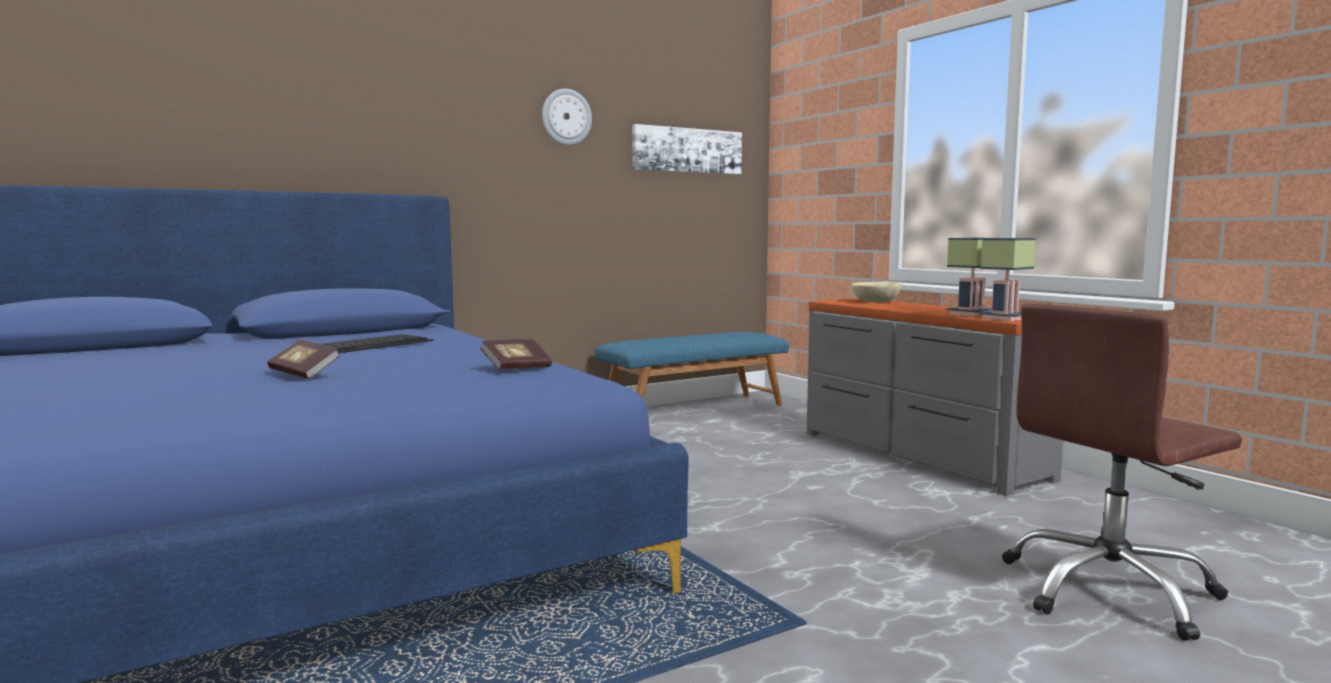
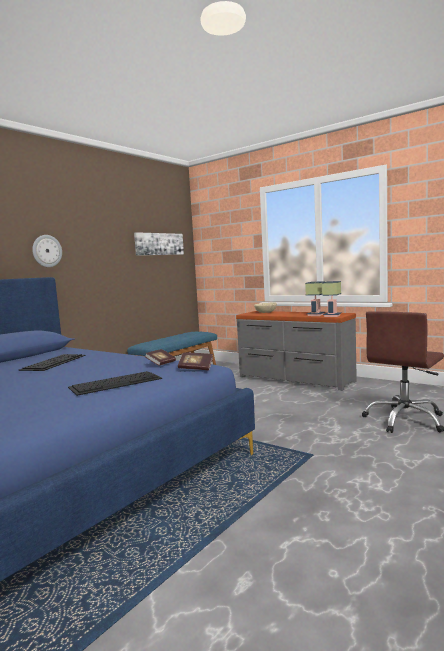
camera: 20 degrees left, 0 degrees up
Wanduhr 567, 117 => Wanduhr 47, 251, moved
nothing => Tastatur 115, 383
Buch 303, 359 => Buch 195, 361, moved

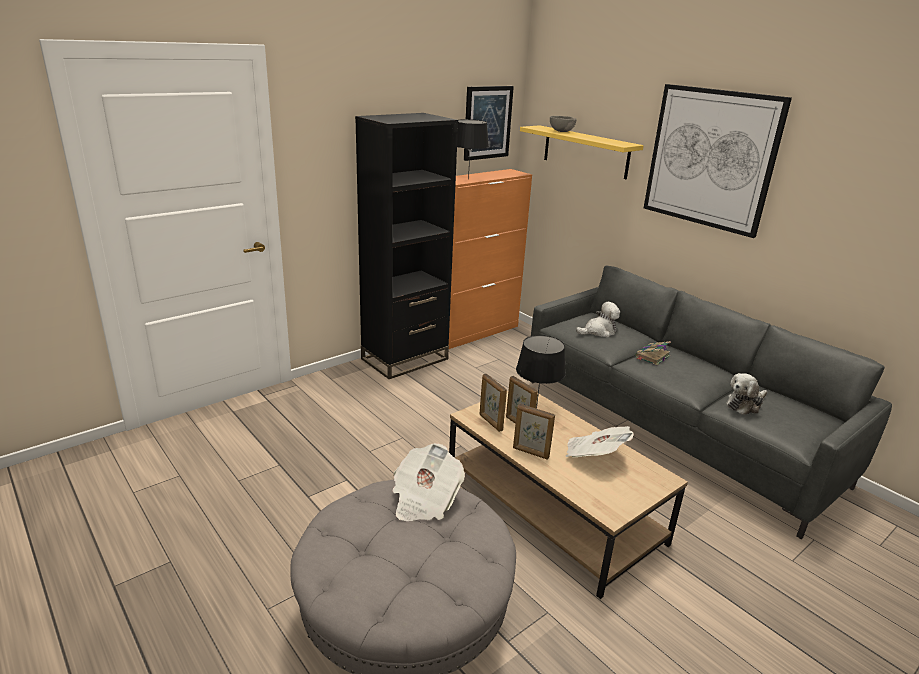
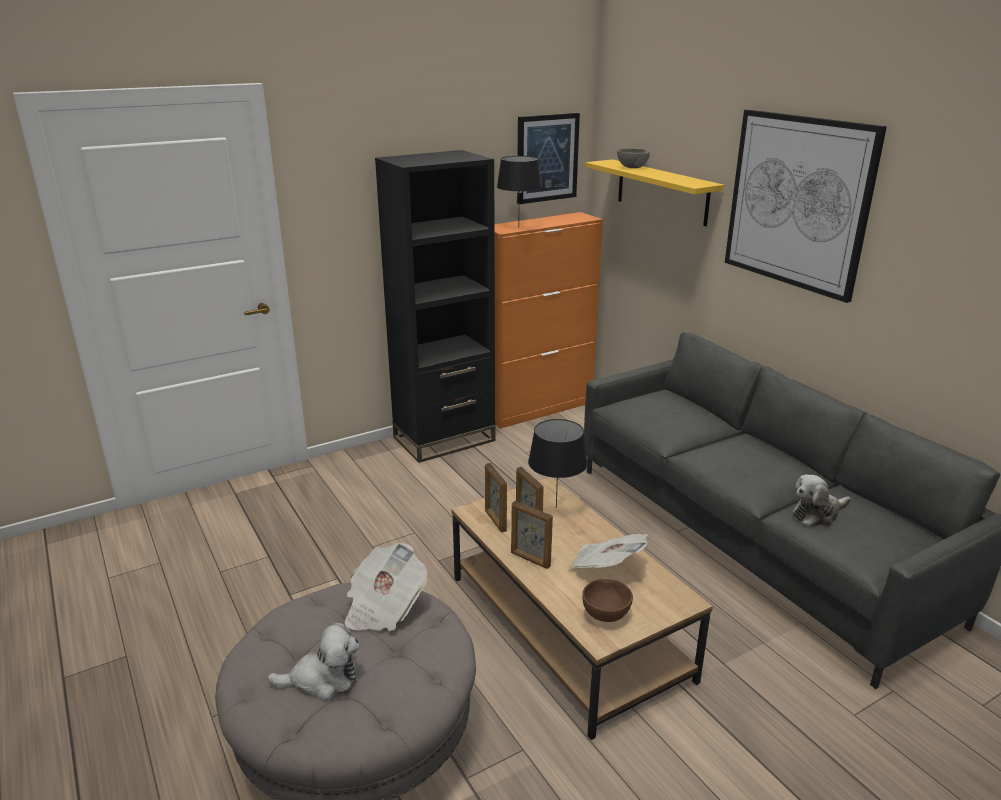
camera: 10 degrees right, 0 degrees up
Plüschtier 598, 320 => Plüschtier 313, 661, moved
nothing => Schüssel [braun] 607, 600
Buch 653, 353 => nothing

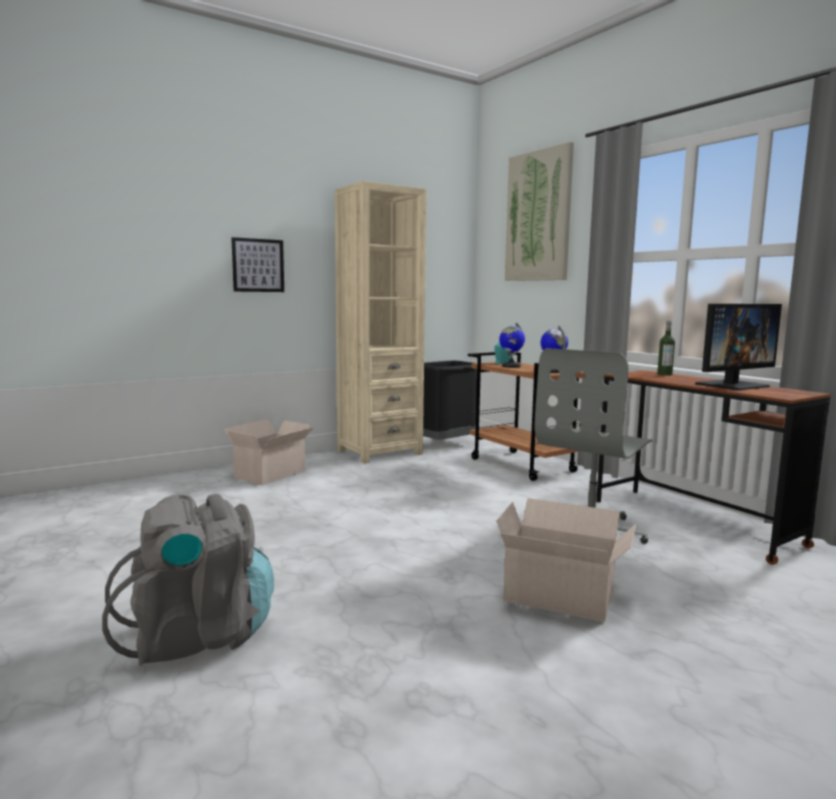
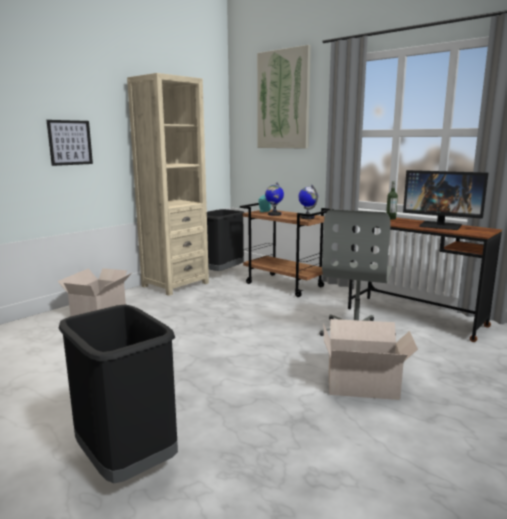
camera: 15 degrees left, 5 degrees up
Rucksack [grau] 188, 580 => Mülleimer [schwarz] 118, 393
Monitor 738, 347 => Monitor 446, 200, 75 degrees clockwise

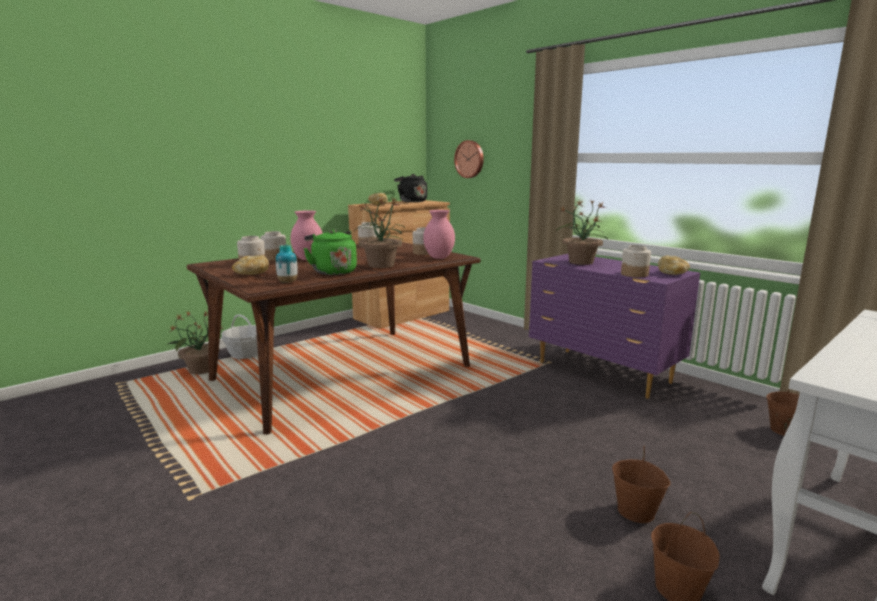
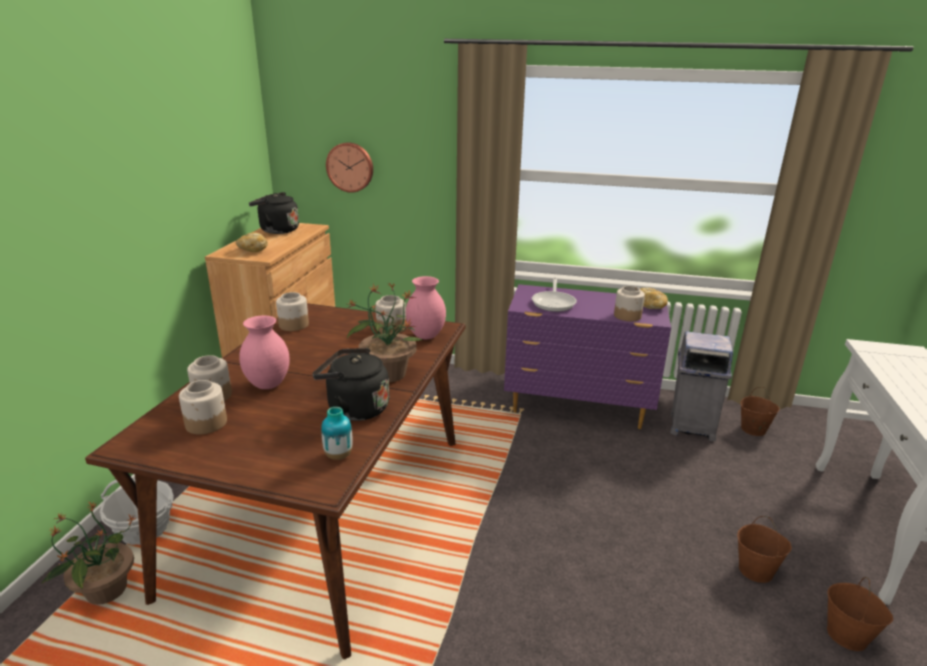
camera: 35 degrees left, 10 degrees up
Wasserkessel [grün] 330, 252 => Wasserkessel [schwarz] 350, 384
Topfpflanze 582, 232 => Pfanne 554, 294
nothing => Mülleimer [grau] 701, 386
Brot 250, 265 => nothing

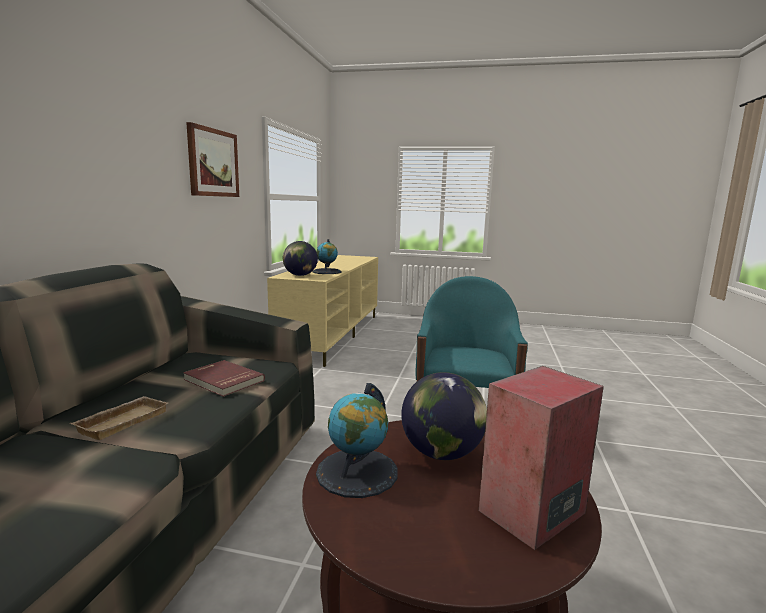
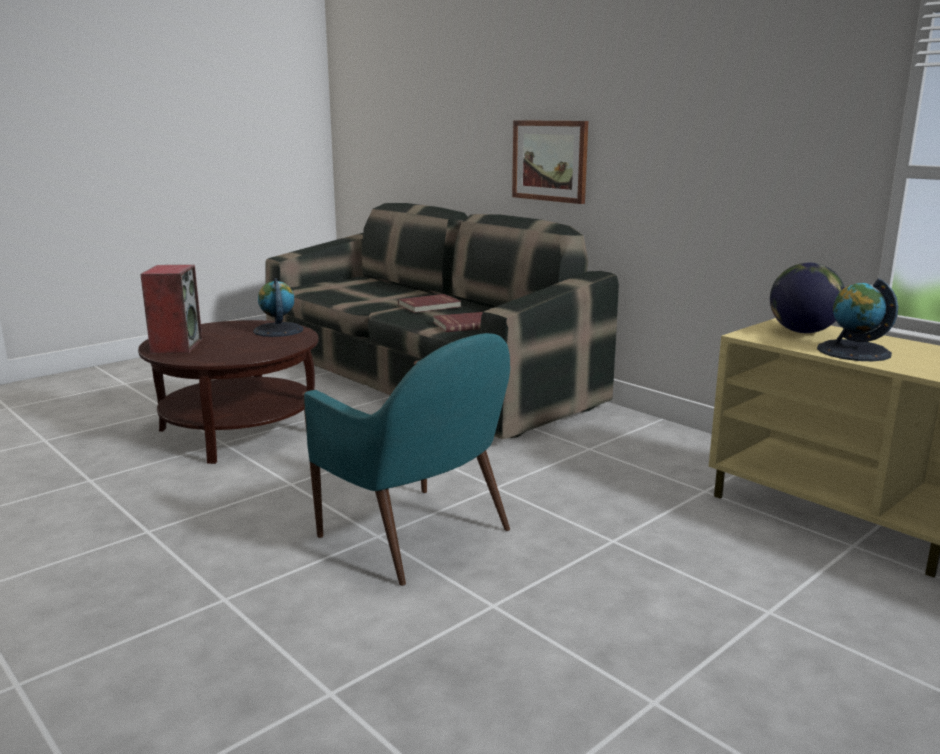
camera: 125 degrees right, 5 degrees up
Tablett [beige] 119, 418 => Buch [rot] 429, 303
Bild 212, 159 => Bild 550, 162, moved
Globus 444, 416 => nothing

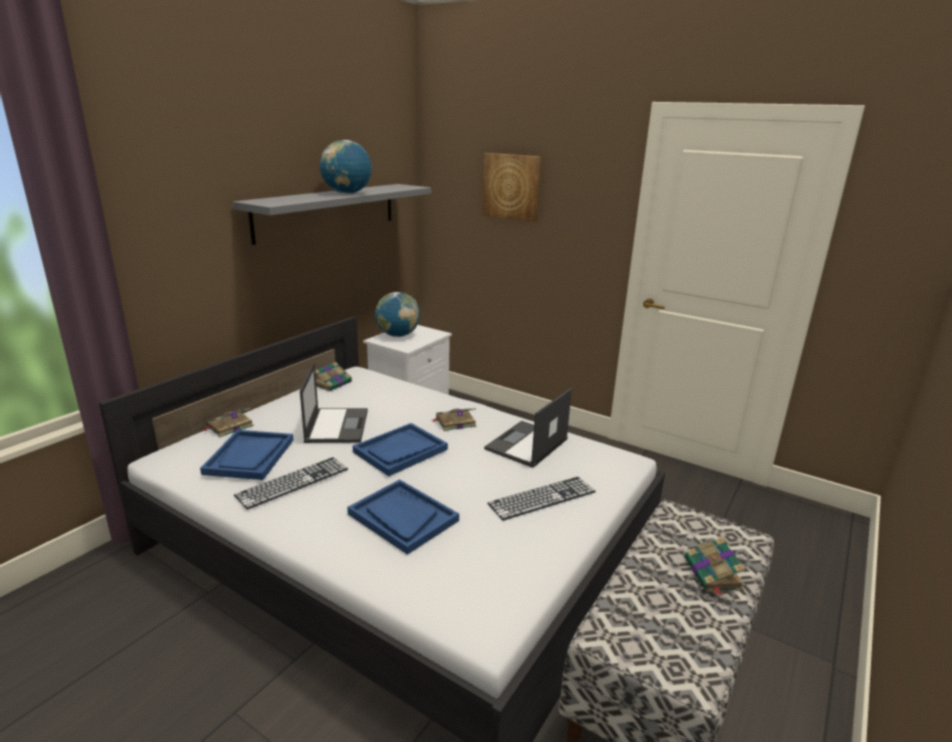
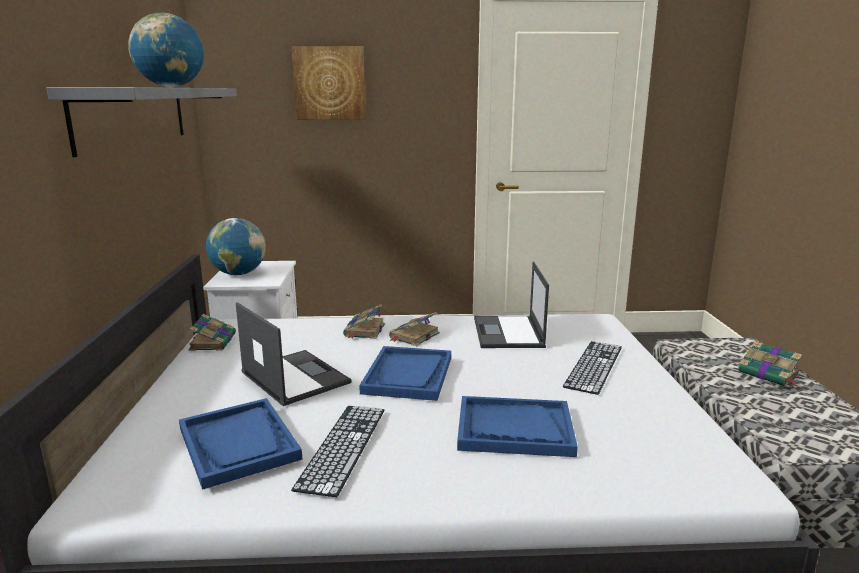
camera: 35 degrees left, 5 degrees down
Buch 229, 422 => Buch 364, 321, moved

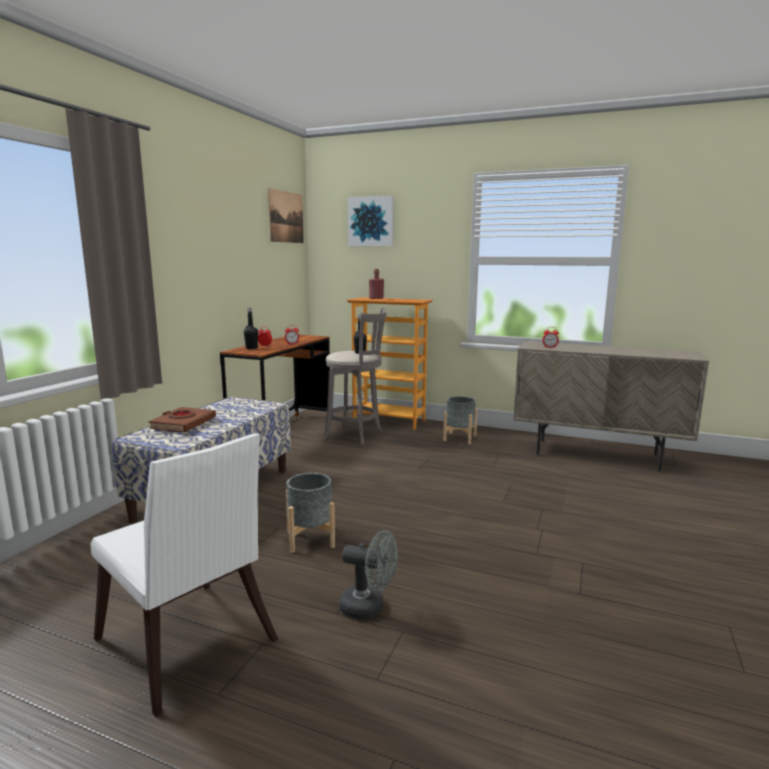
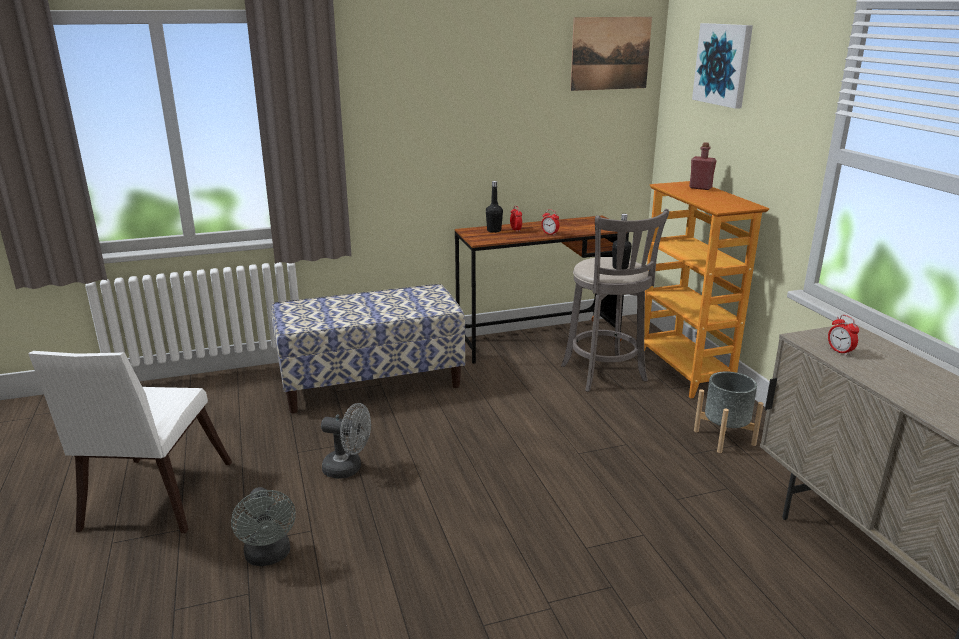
camera: 50 degrees right, 10 degrees up
Pflanzkübel [grau] 310, 513 => Ventilator [grau] 346, 440
Buch [braun] 182, 419 => nothing

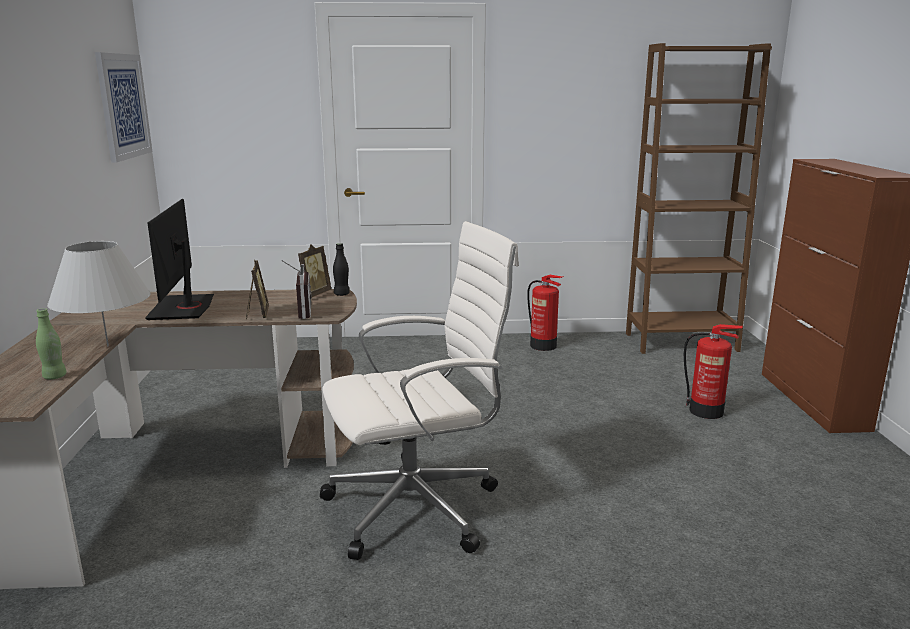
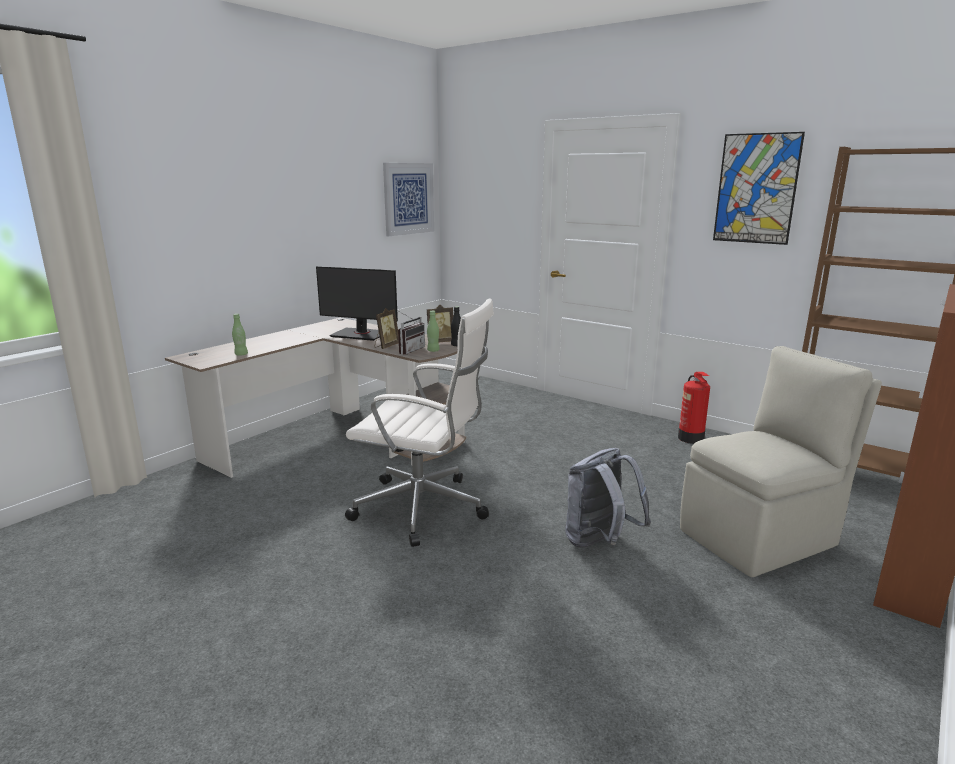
camera: 40 degrees right, 0 degrees up
Monitor 179, 259 => Monitor 357, 303, 105 degrees counterclockwise
nothing => Flasche [grün] 433, 331
nothing => Rucksack [grau] 608, 498
Feuerlöscher 713, 371 => Stuhl [beige] 781, 461
nothing => Bild 759, 188
Tischlampe [weiß] 99, 294 => nothing

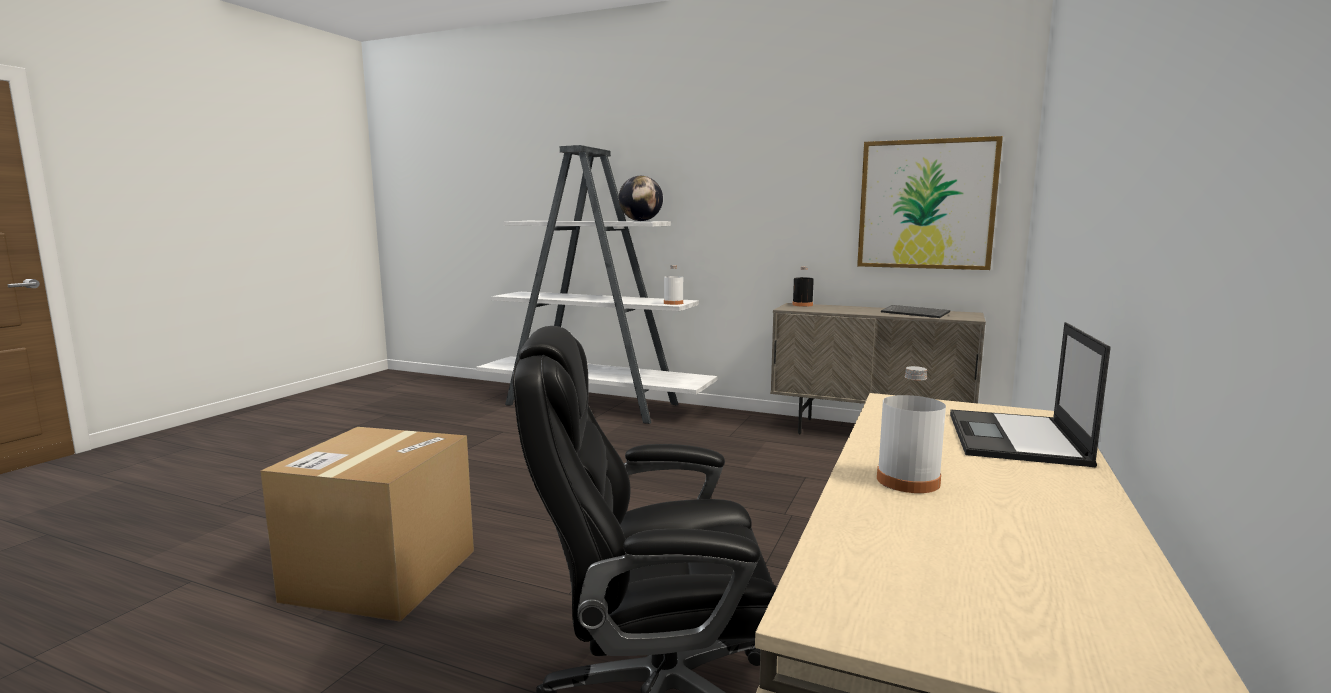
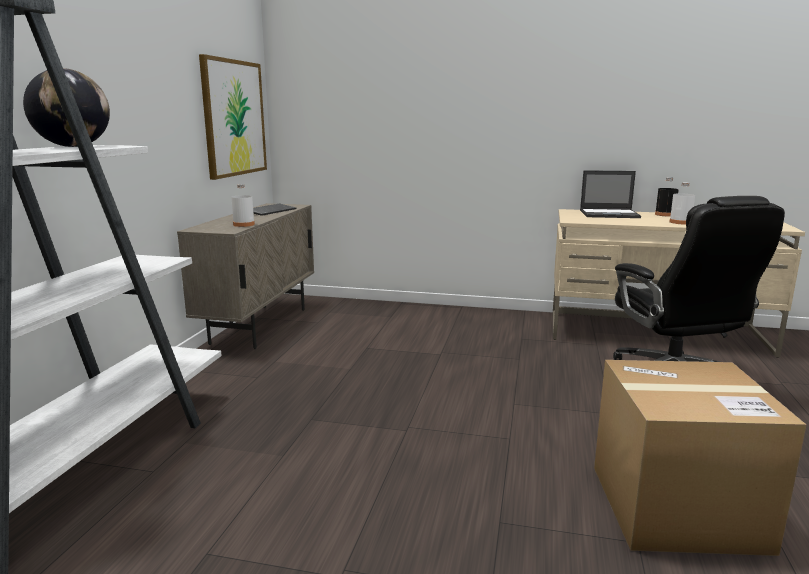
camera: 100 degrees left, 5 degrees up
Flasche [weiß] 673, 285 => Flasche [weiß] 243, 205, moved
Flasche [schwarz] 803, 286 => Flasche [schwarz] 667, 197, moved

